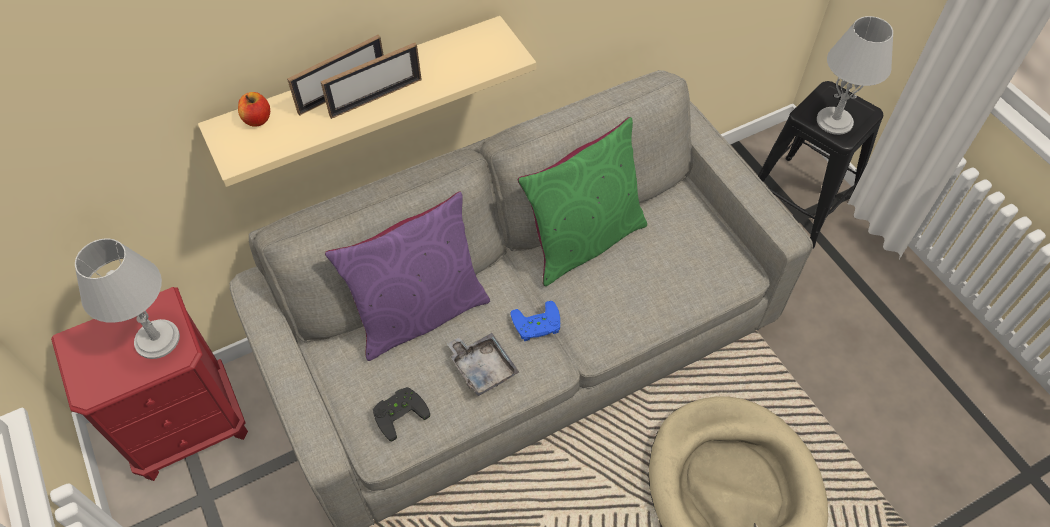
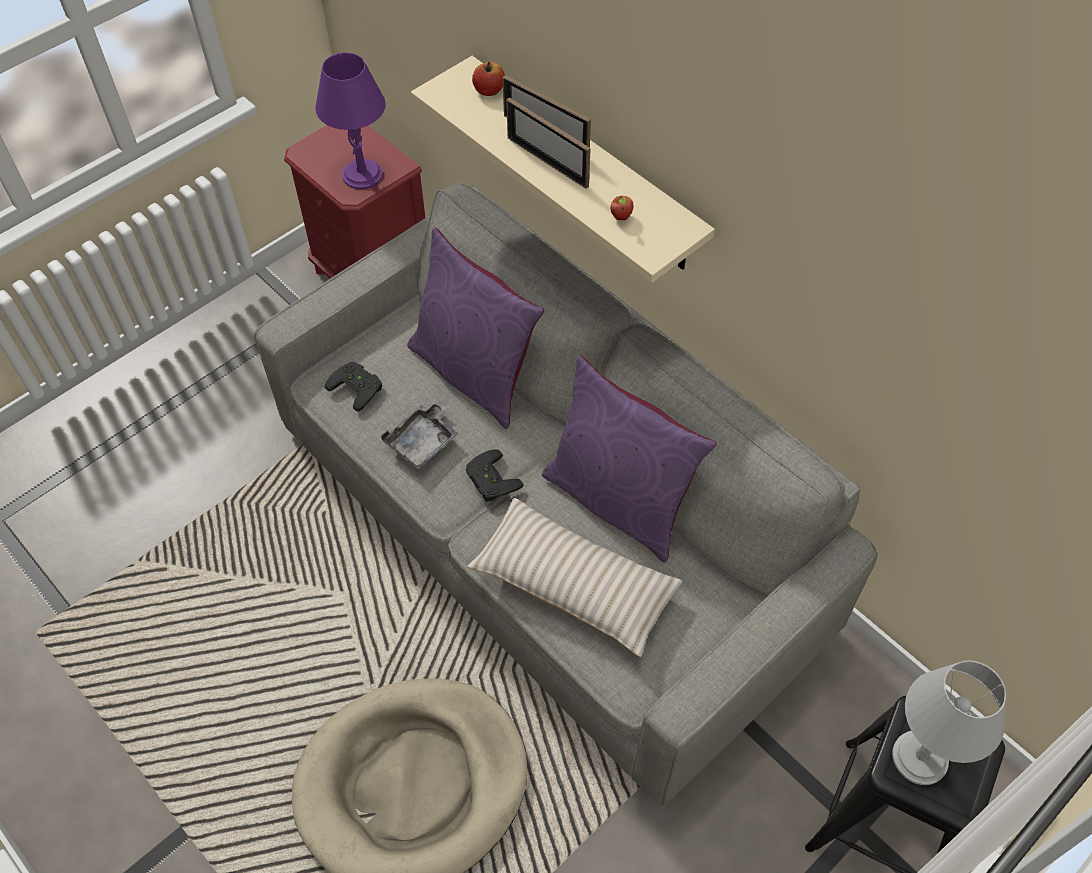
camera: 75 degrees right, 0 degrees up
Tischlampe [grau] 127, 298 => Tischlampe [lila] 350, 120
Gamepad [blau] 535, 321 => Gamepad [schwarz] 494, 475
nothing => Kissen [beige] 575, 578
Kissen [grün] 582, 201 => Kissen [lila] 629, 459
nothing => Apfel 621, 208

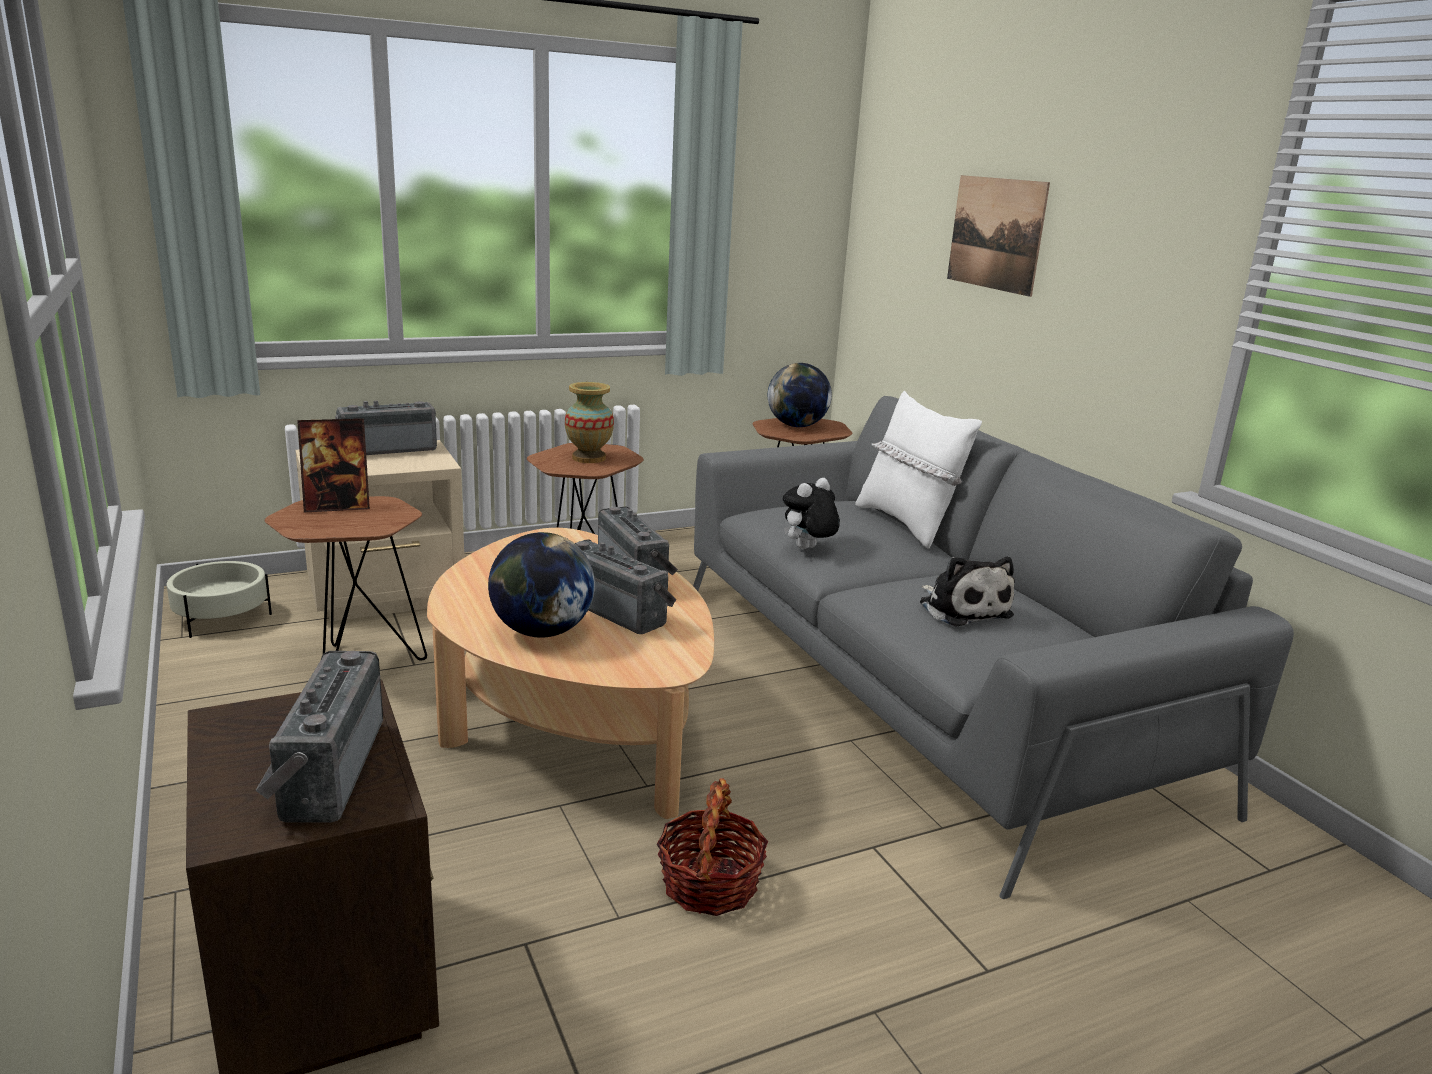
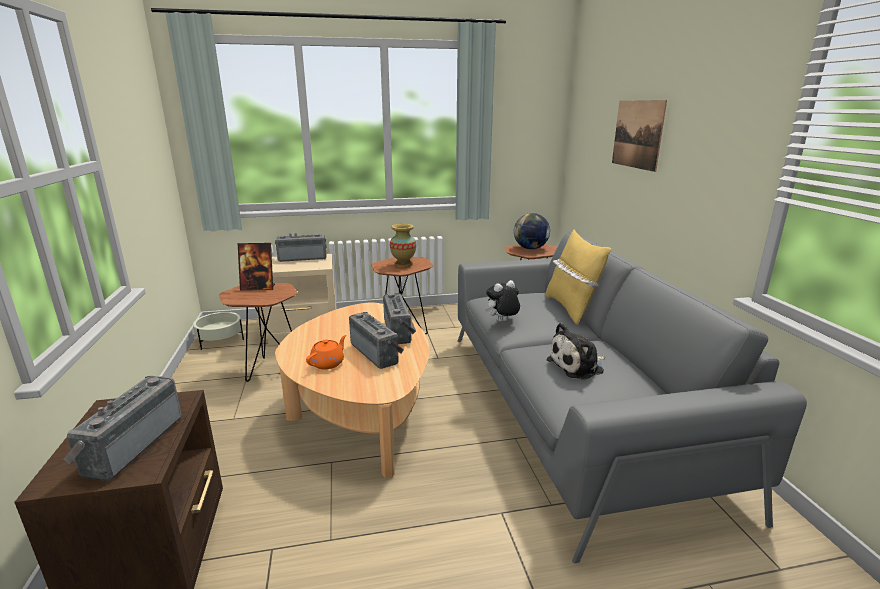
camera: 15 degrees right, 0 degrees up
Globus 541, 585 => Teekanne [orange] 326, 352
Kissen [weiß] 918, 470 => Kissen [gelb] 578, 277
Plüschtier 967, 592 => Plüschtier 576, 351, 75 degrees clockwise
Korb 712, 847 => nothing

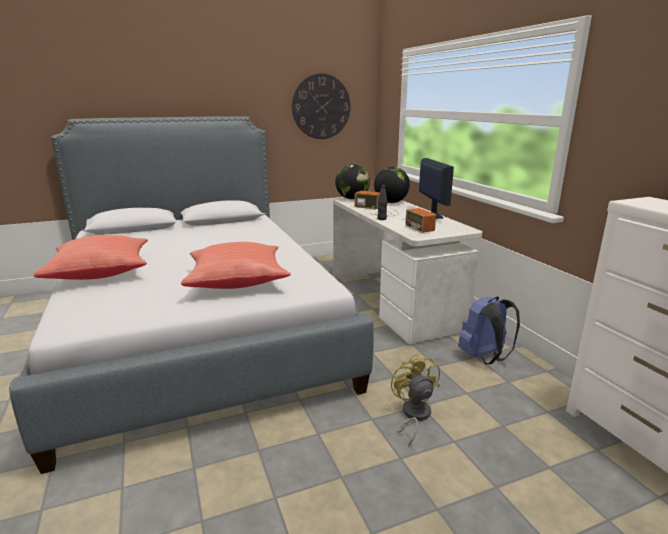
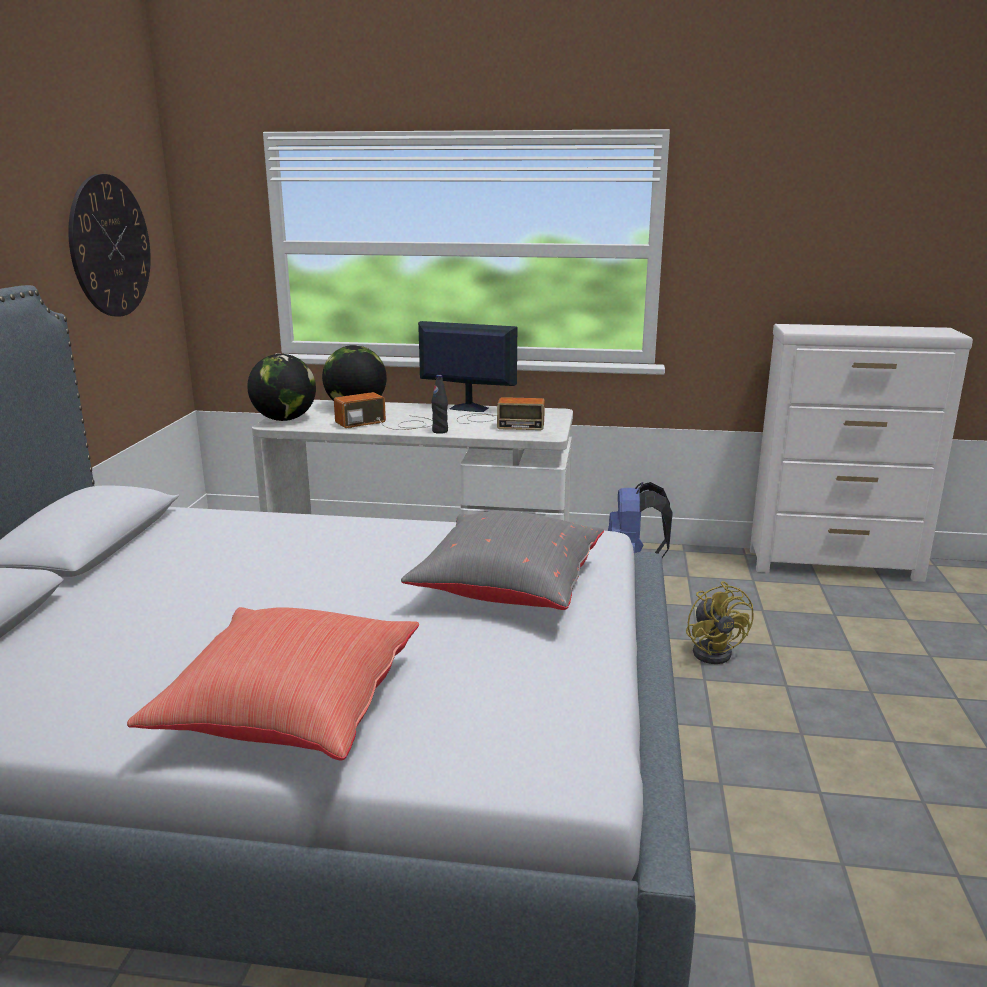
camera: 60 degrees left, 0 degrees up
Kissen [rot] 236, 265 => Kissen [grau] 502, 560
Ventilator [gelb] 415, 400 => Ventilator [gelb] 720, 622, 120 degrees counterclockwise

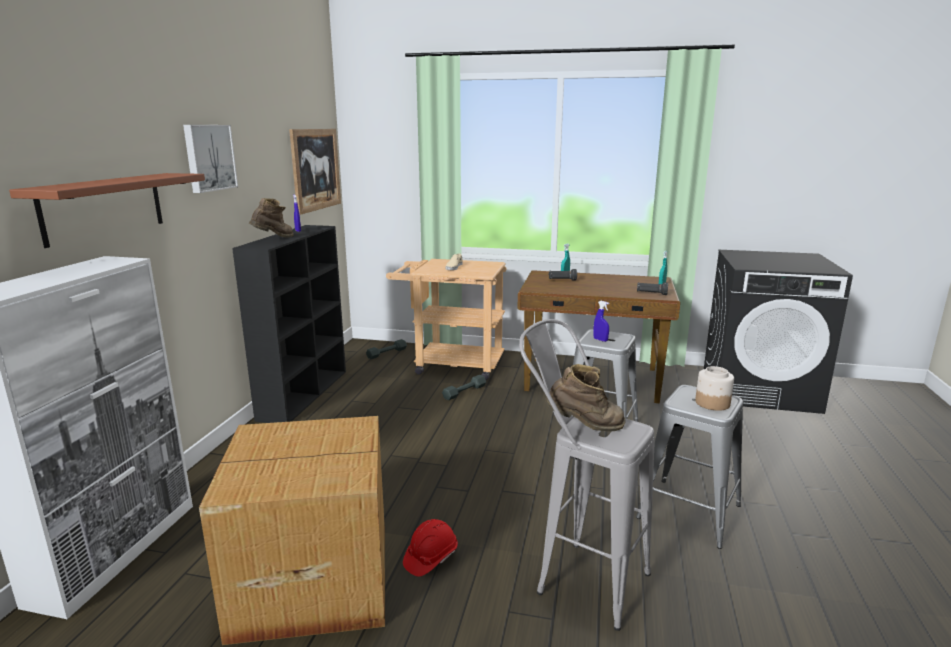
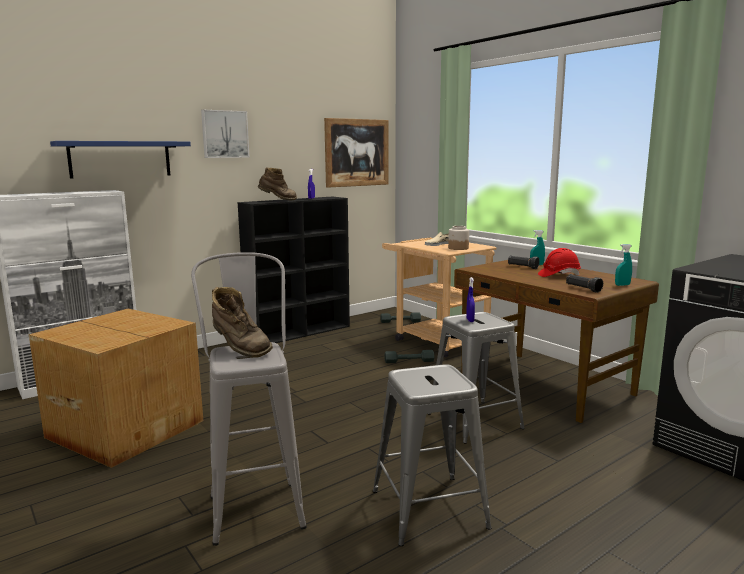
camera: 40 degrees right, 5 degrees down
Wandregal [braun] 107, 210 => Wandregal [blau] 120, 160
Vorratsglas 714, 388 => Vorratsglas 458, 238, moved
Schutzhelm [rot] 430, 548 => Schutzhelm [rot] 559, 262, moved

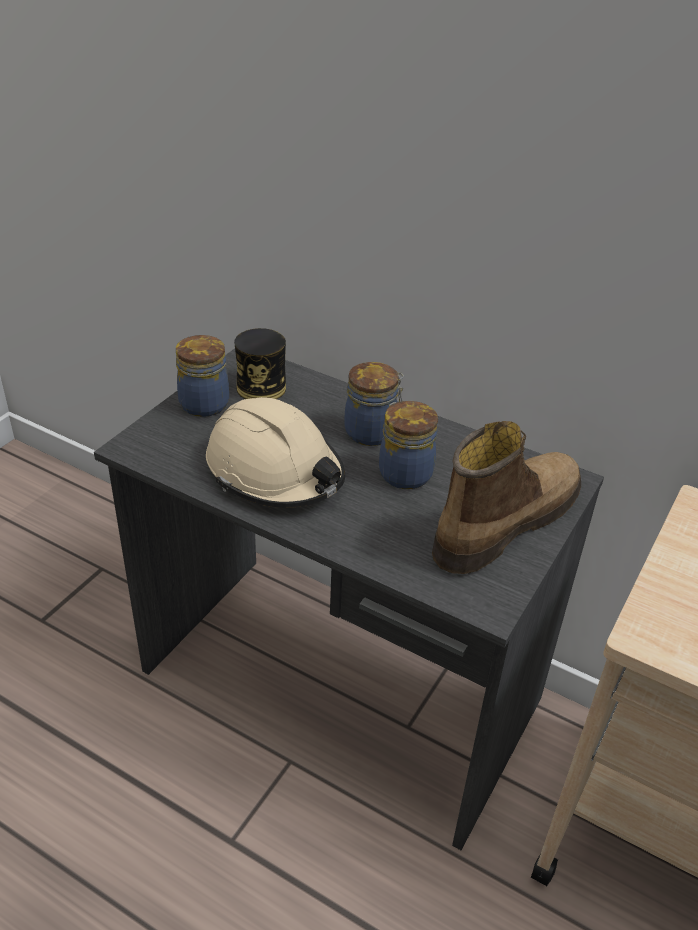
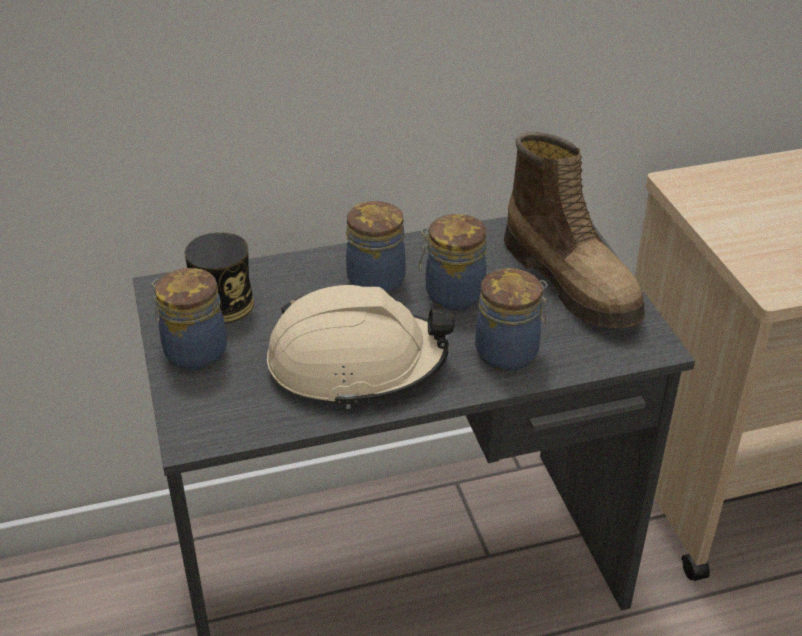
camera: 45 degrees left, 0 degrees up
nothing => Vorratsglas 511, 319
Stiefel 506, 497 => Stiefel 574, 230, 150 degrees clockwise

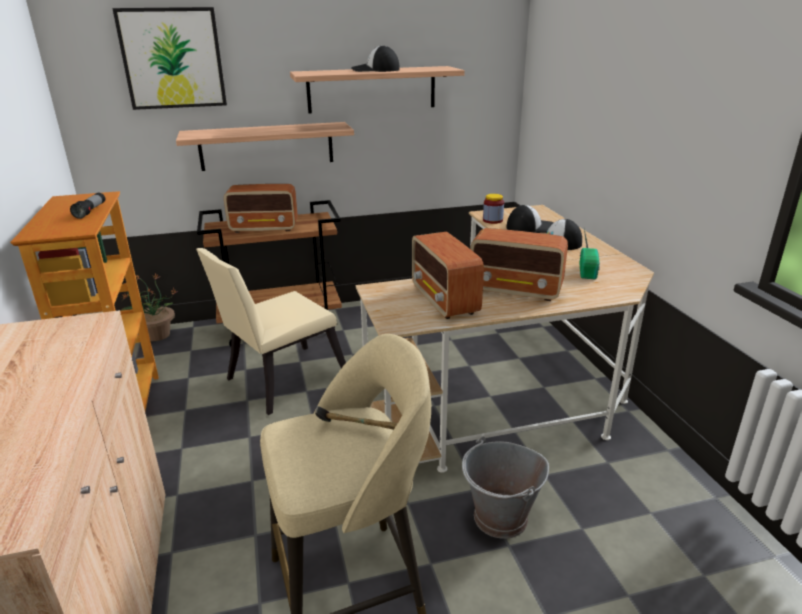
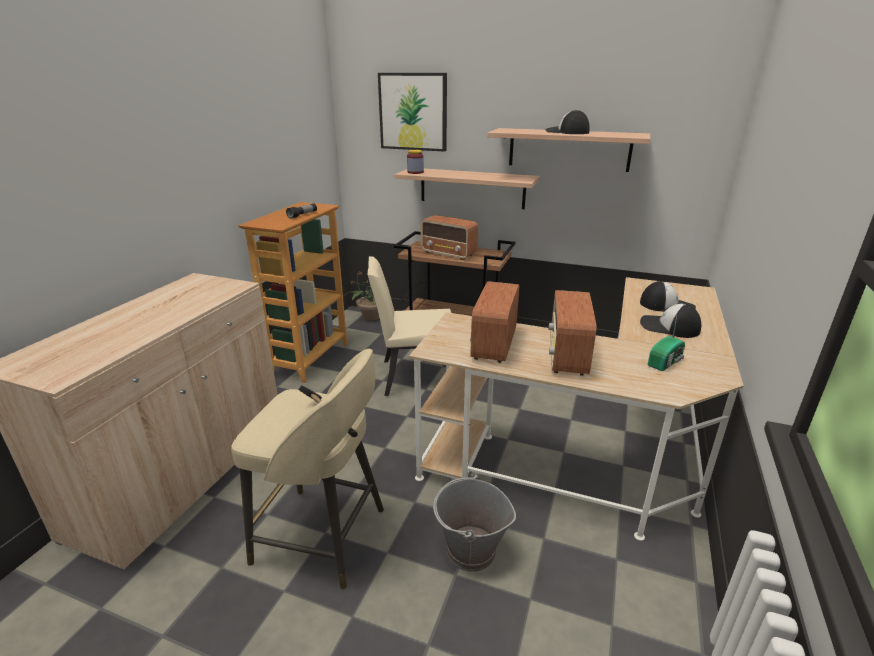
camera: 35 degrees right, 0 degrees up
Vorratsglas 493, 209 => Vorratsglas 415, 162, moved
Radio 519, 264 => Radio 572, 333, 45 degrees clockwise

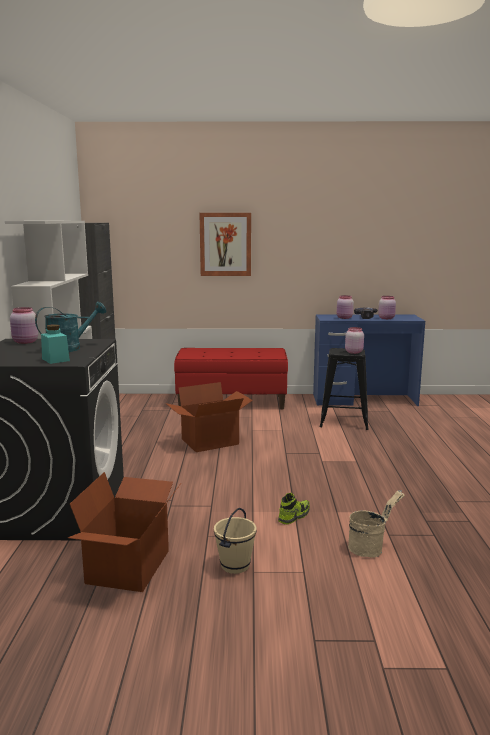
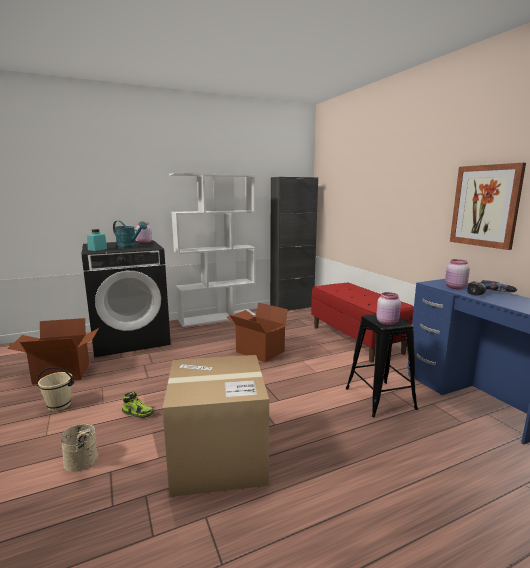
camera: 65 degrees right, 0 degrees up
nothing => Karton 216, 426
Bild 225, 244 => Bild 488, 206, moved
Vorratsglas [rosa] 387, 307 => nothing

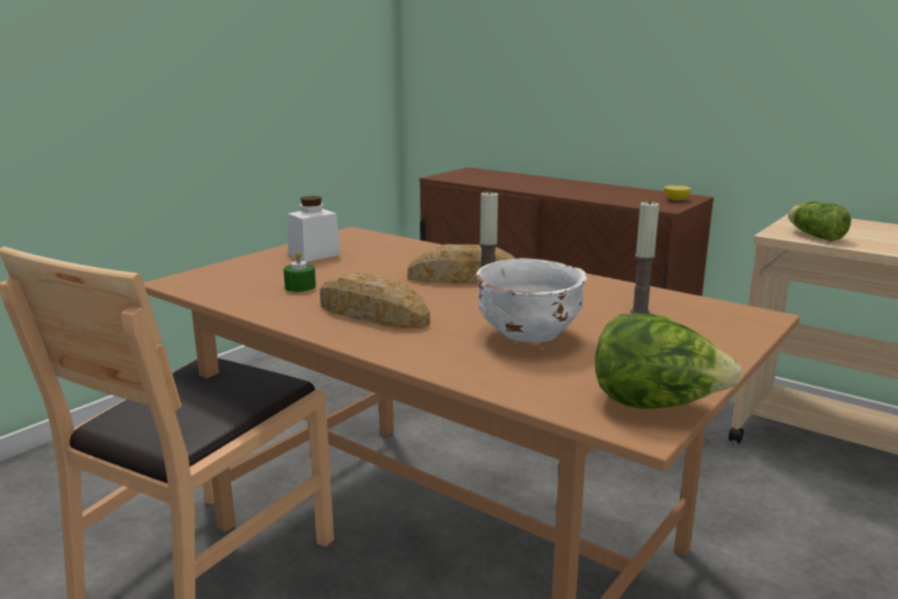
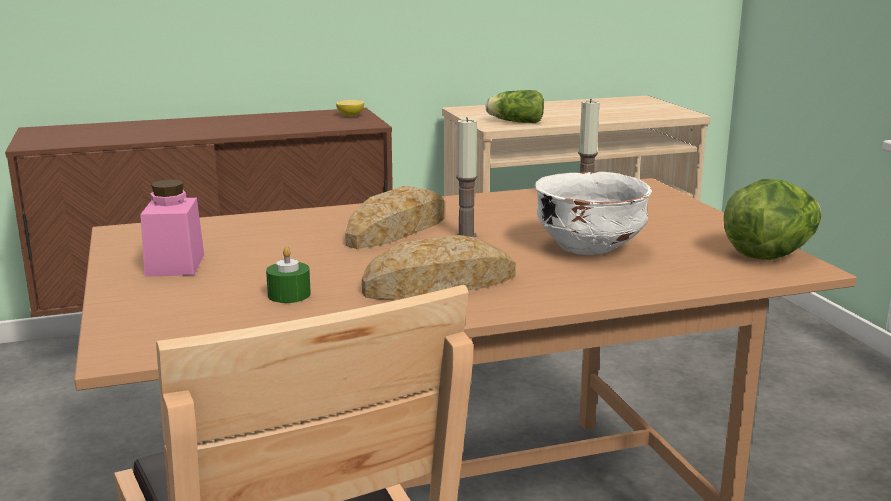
camera: 55 degrees left, 0 degrees up
Vorratsglas [weiß] 314, 229 => Vorratsglas [rosa] 172, 228

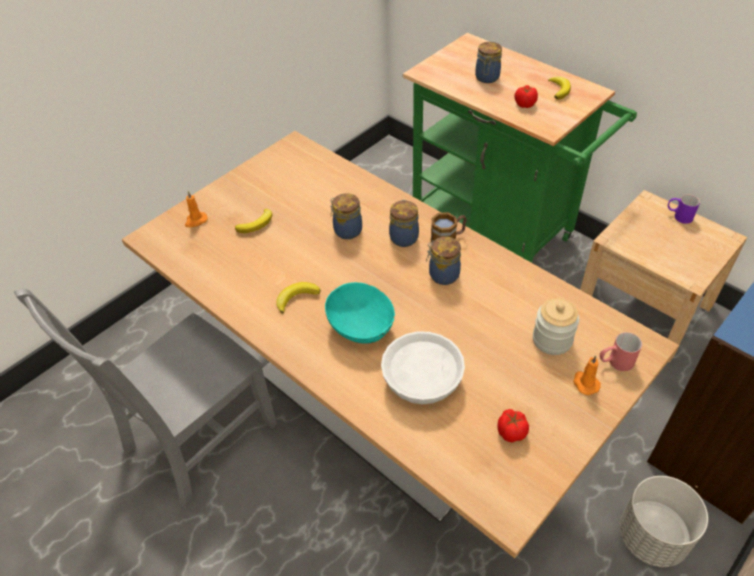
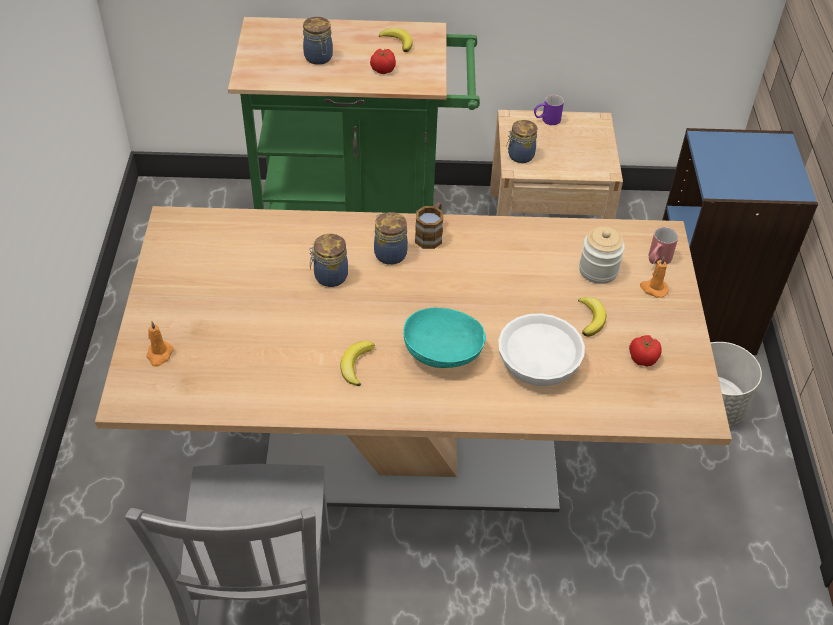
camera: 45 degrees left, 0 degrees up
Vorratsglas 443, 261 => Vorratsglas 521, 141, moved
Banane 253, 221 => Banane 592, 317, moved

